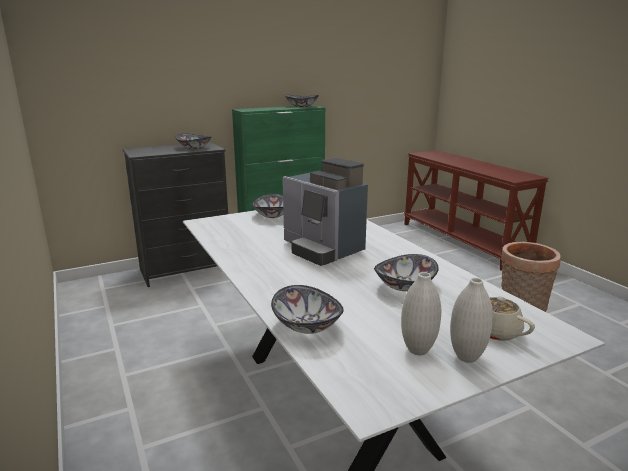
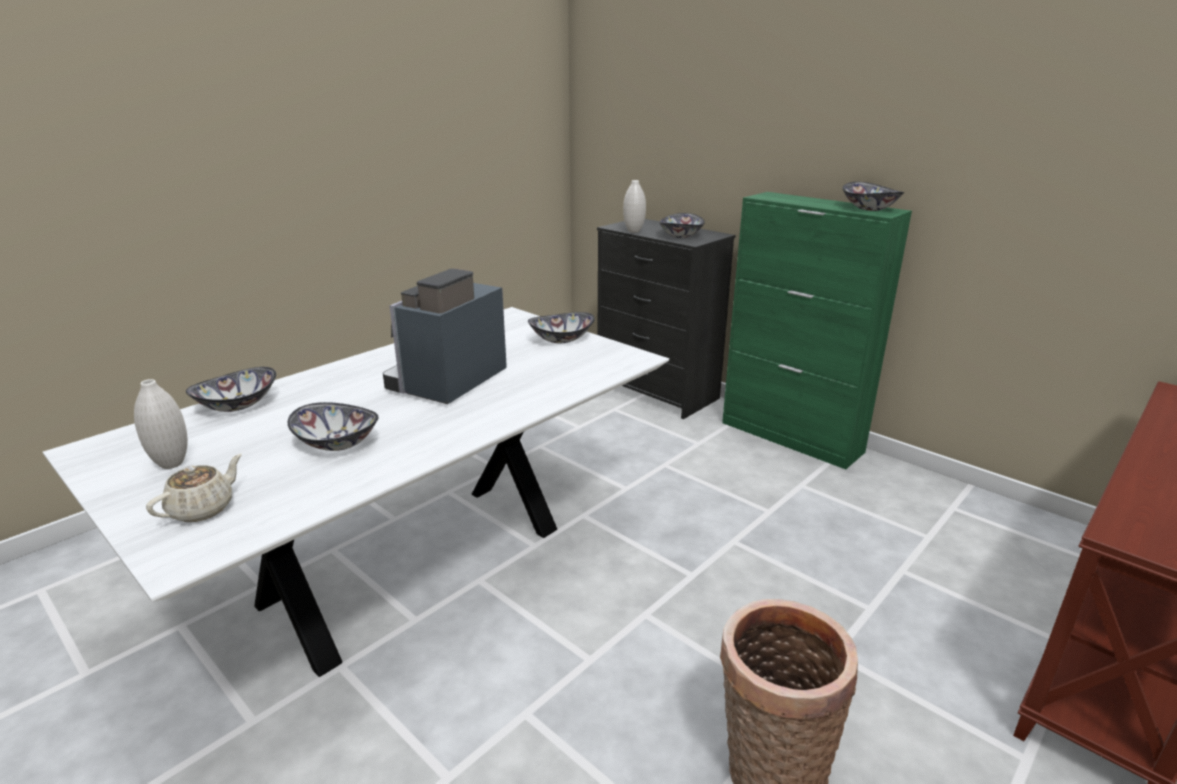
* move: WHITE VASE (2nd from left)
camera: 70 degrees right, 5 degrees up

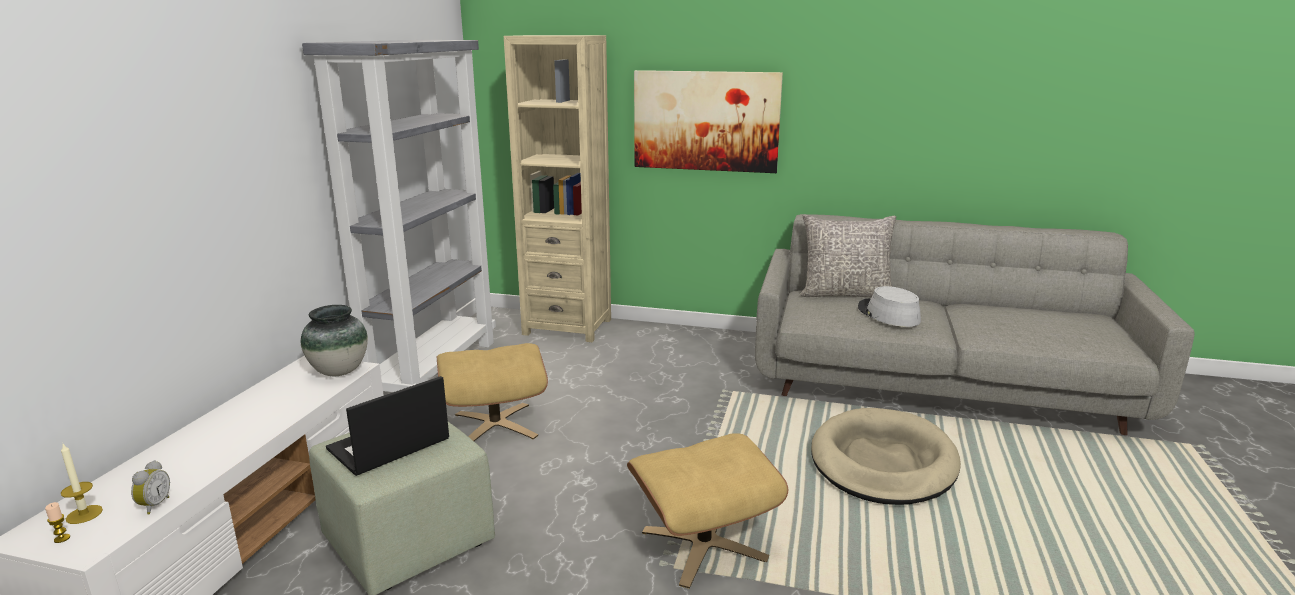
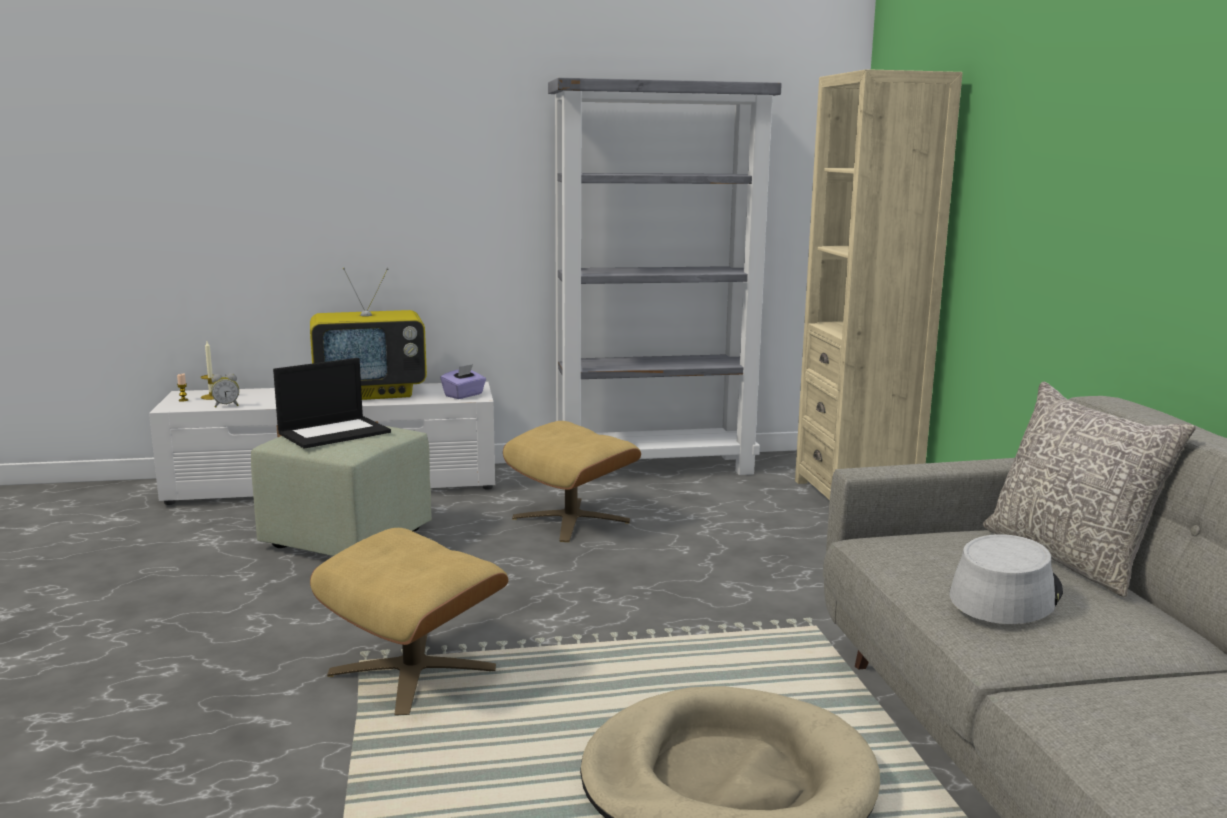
* delete: WALL ART
* insert: TV SET
* replace: VASE to PURPLE-COLOURED TISSUE BOX
* rotate: NOTEBOOK COMPUTER 120 degrees clockwise
camera: 65 degrees right, 5 degrees down

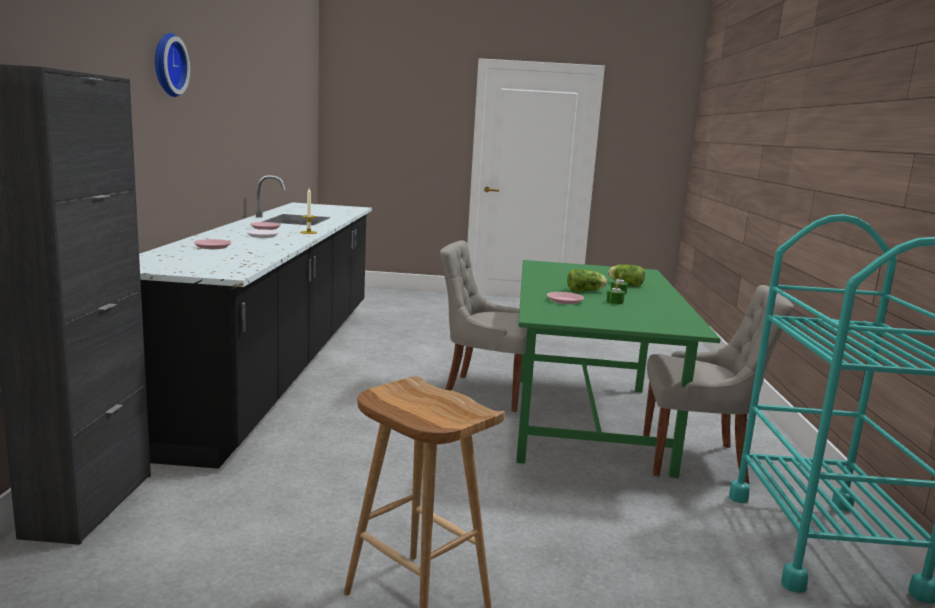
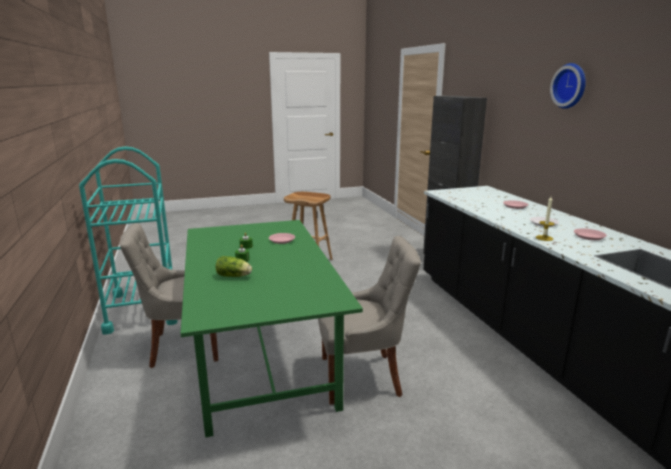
* delete: LETTUCE (1st from left)
camera: 160 degrees right, 5 degrees up

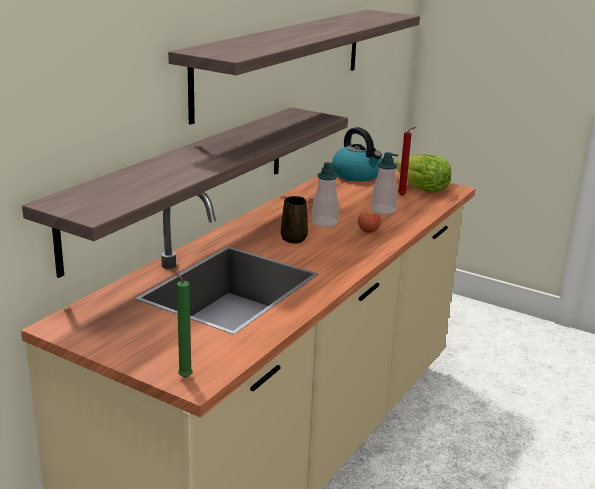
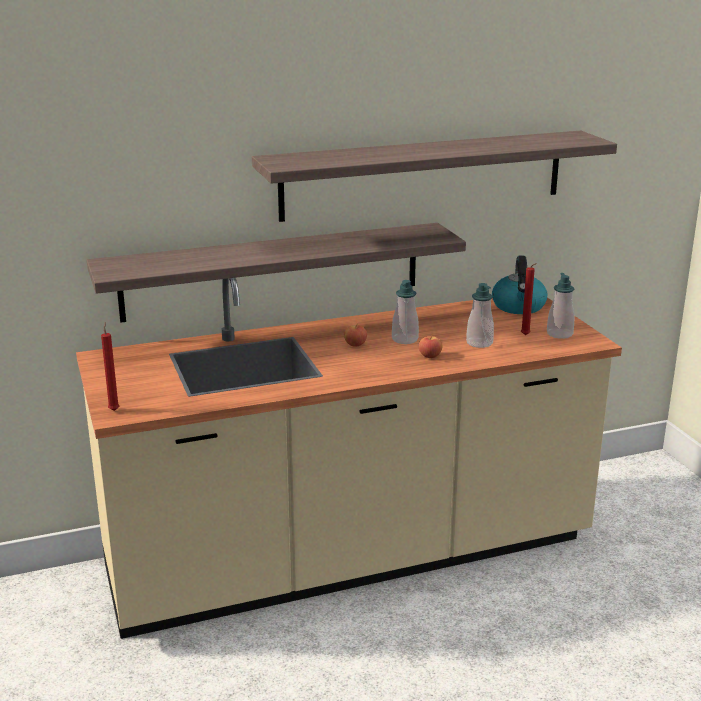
* replace: BROWN COFFEE MUG to WHOLE APPLE (1st from left)
* replace: LETTUCE to SOAP DISPENSER (3rd from left)
* recolor: GREENISH WAX CANDLE to RED WAX CANDLE (1st from left)
camera: 40 degrees right, 0 degrees up

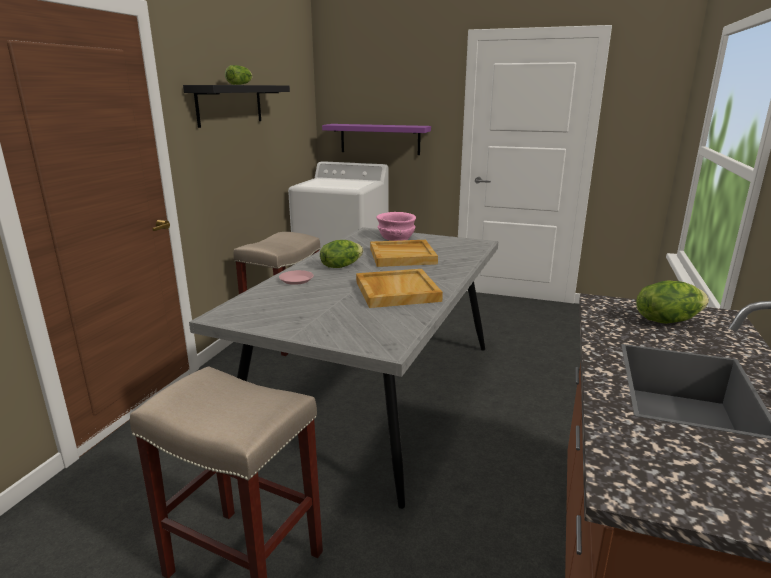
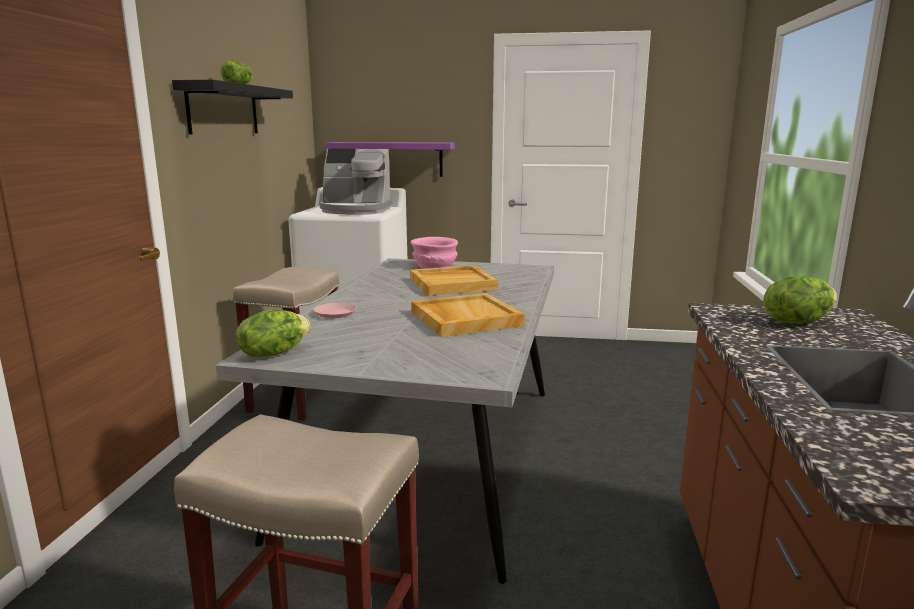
* insert: COFFEE MACHINE
* move: LETTUCE (2nd from left)
camera: 10 degrees left, 5 degrees down

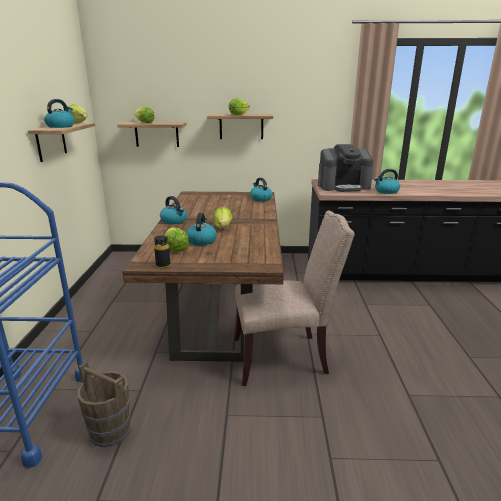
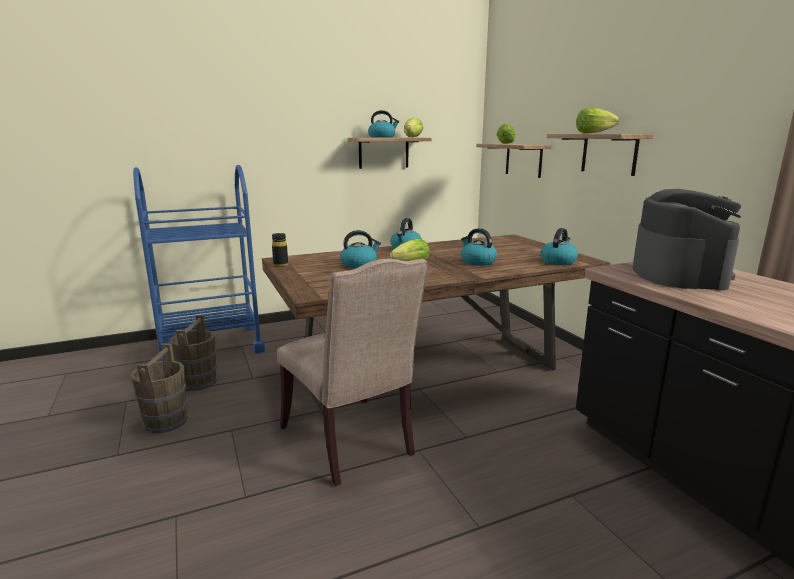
* delete: LETTUCE (3rd from left)
* insert: BROWN PAIL (1st from left)
* move: TEA KETTLE (5th from left in the first image) to TEA KETTLE (4th from left)
* rotate: COFFEE MACHINE 135 degrees counterclockwise
camera: 65 degrees right, 5 degrees down

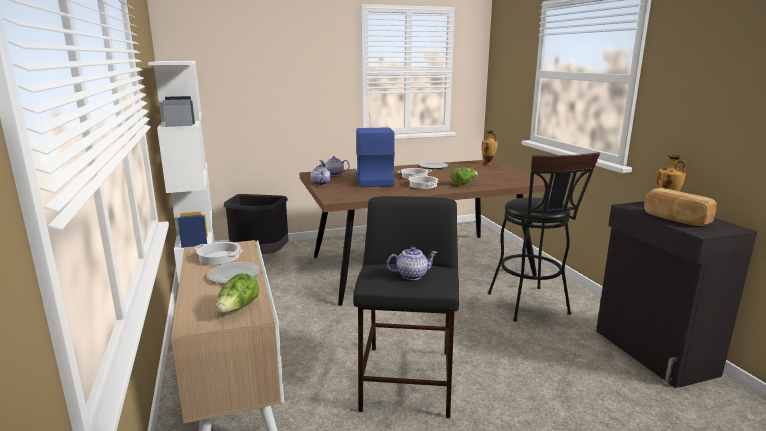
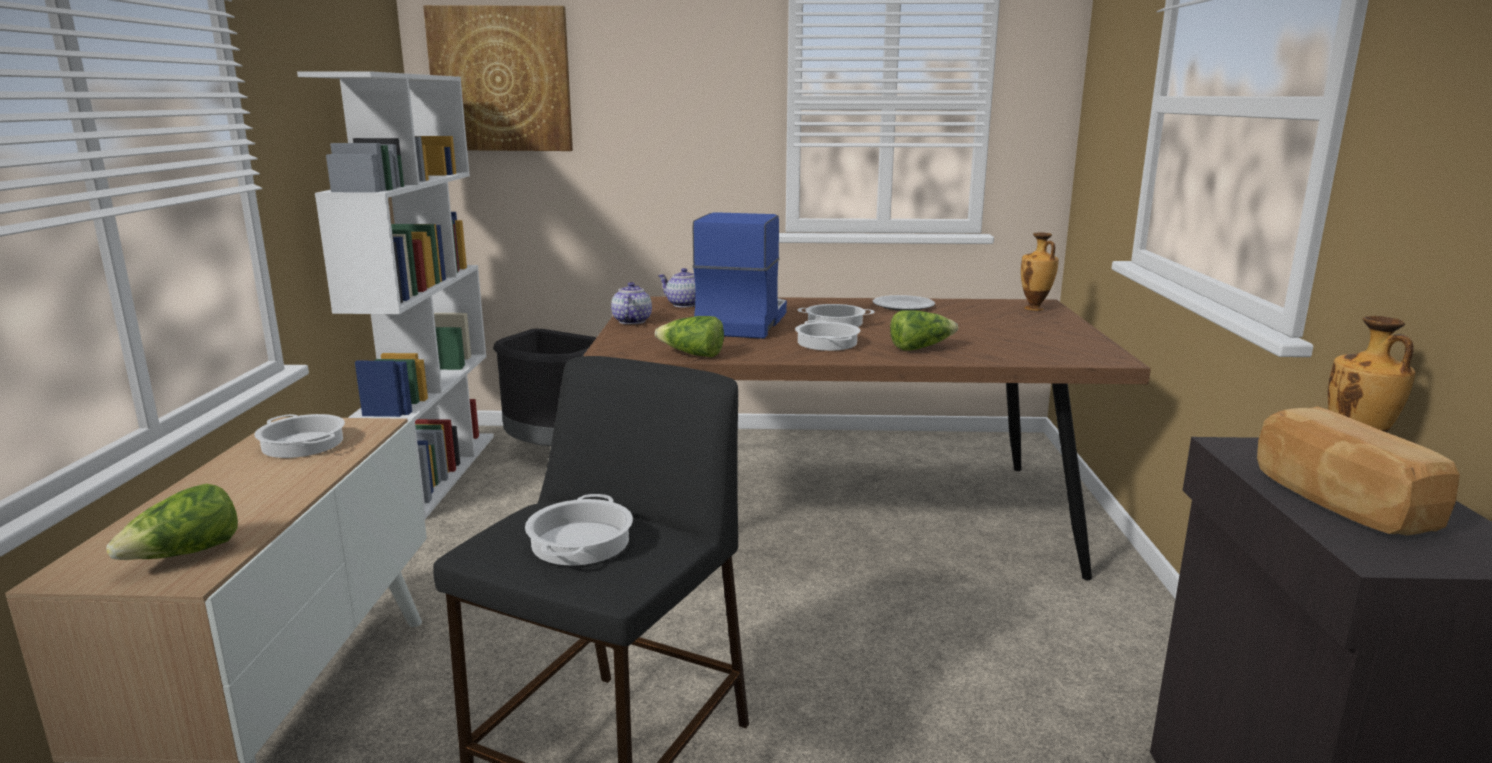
* delete: FLAT DISH (1st from left)
* delete: BLACKISH STOOL SEAT (2nd from left)
* insert: WALL ART
* insert: LETTUCE (2nd from left)
* replace: TEA POT (3rd from left) to COOKING POT (2nd from left)
camera: 20 degrees right, 0 degrees up

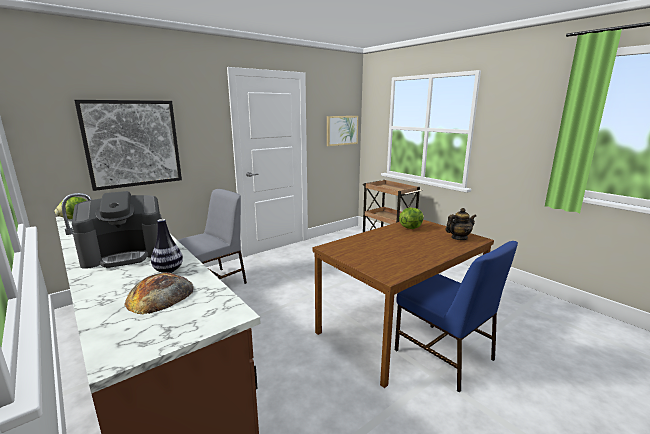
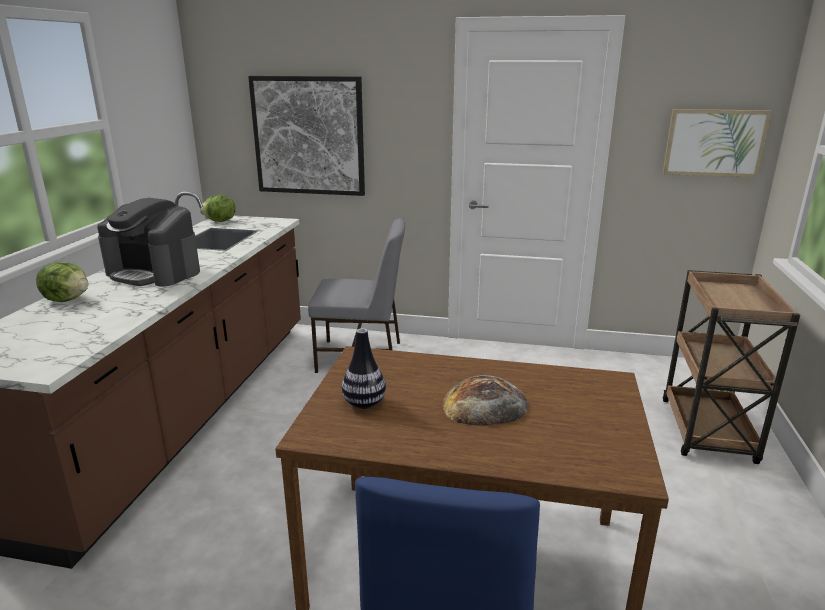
* delete: TEA POT
* move: BAKED BREAD
* move: VASE
* move: LETTUCE (2nd from left in the first image) to LETTUCE (1st from left)
camera: 50 degrees right, 5 degrees up

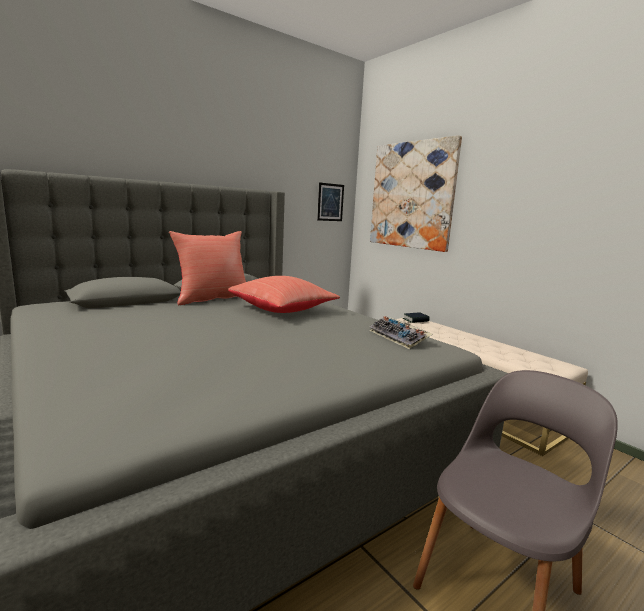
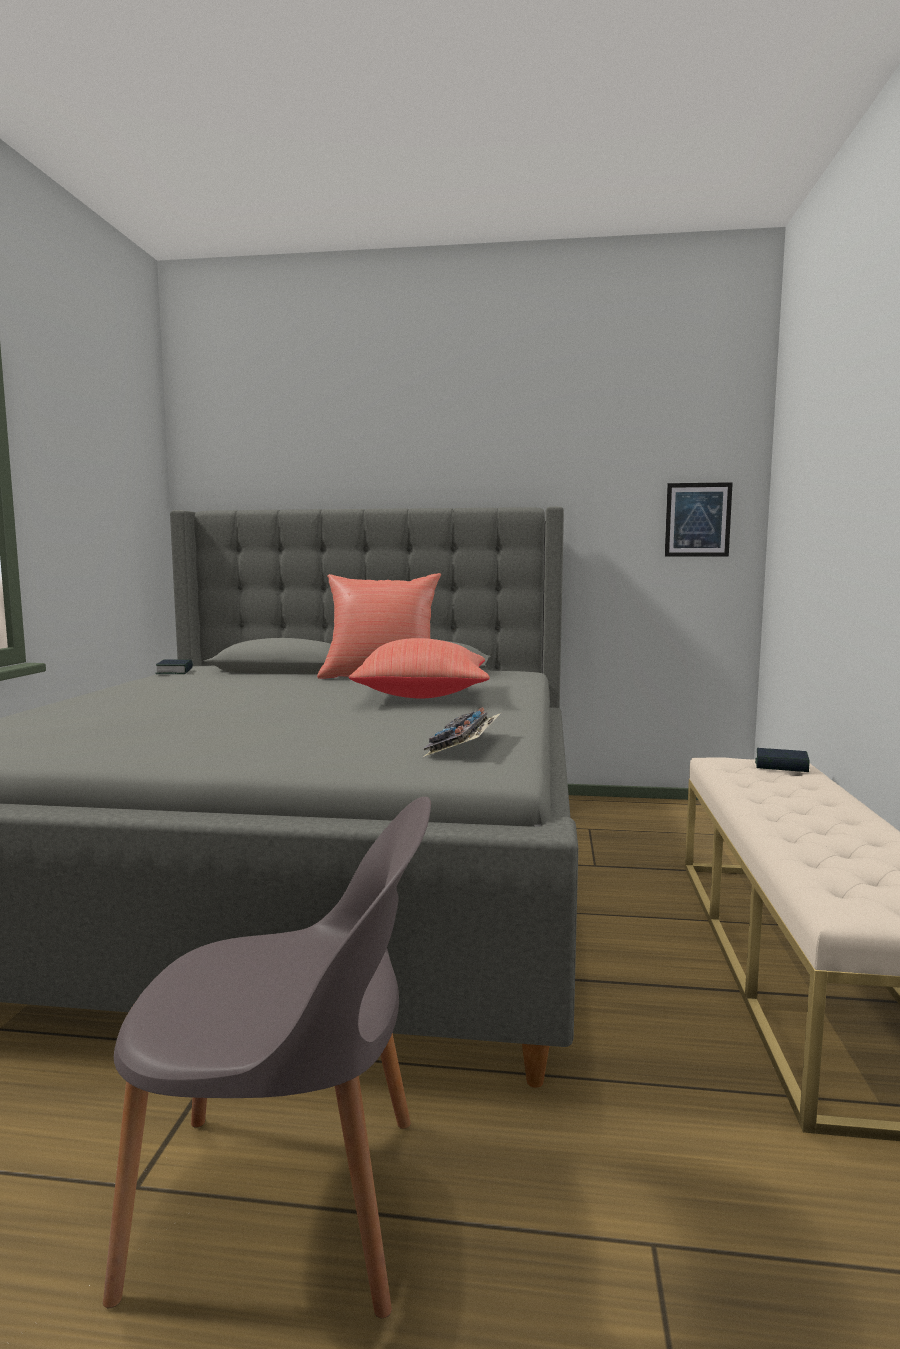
* delete: WALL ART (2nd from left)
* insert: BOUND BOOK (1st from left)
camera: 45 degrees right, 5 degrees down

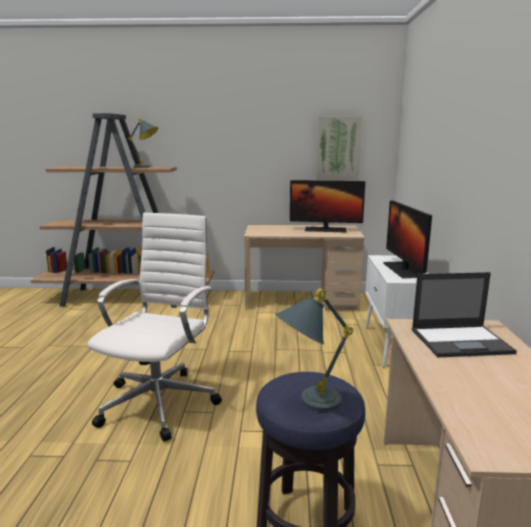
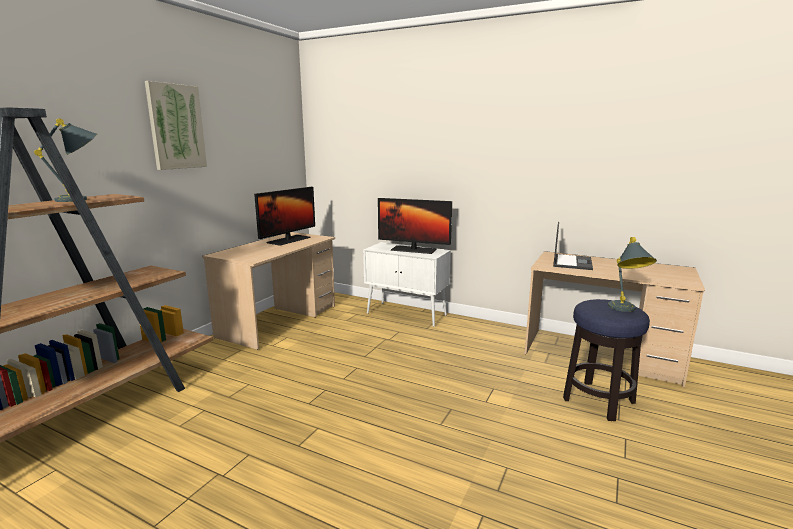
* delete: WHITE DESK CHAIR
* move: WALL ART
camera: 65 degrees left, 0 degrees up

